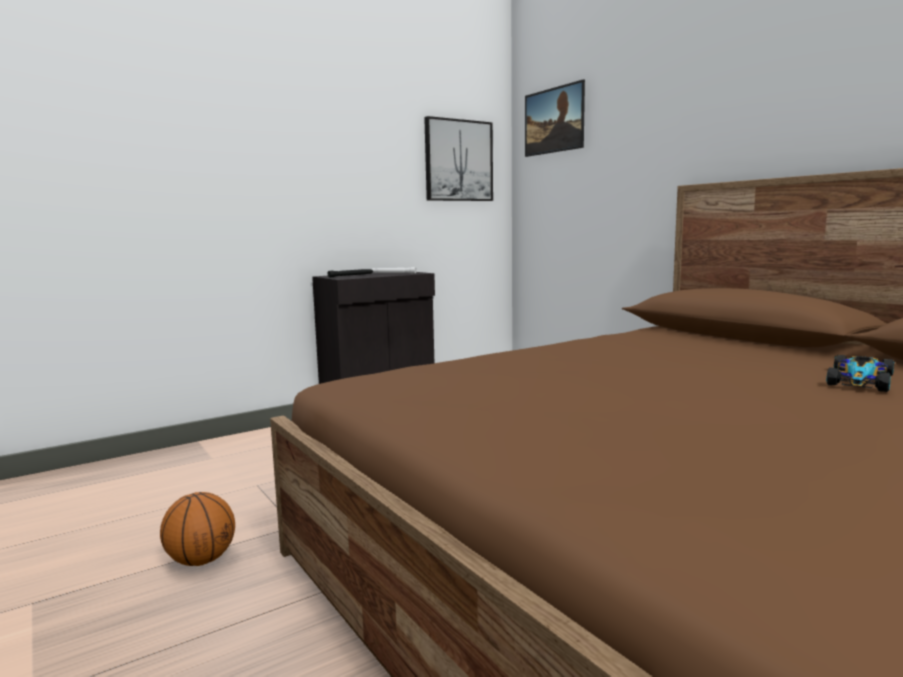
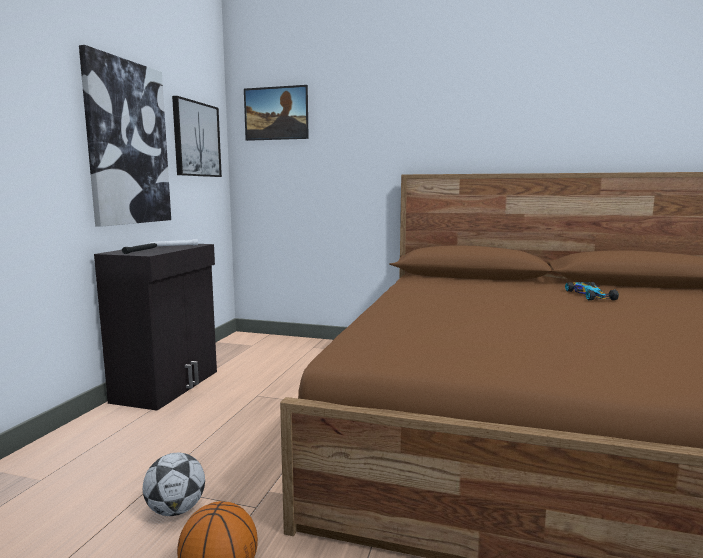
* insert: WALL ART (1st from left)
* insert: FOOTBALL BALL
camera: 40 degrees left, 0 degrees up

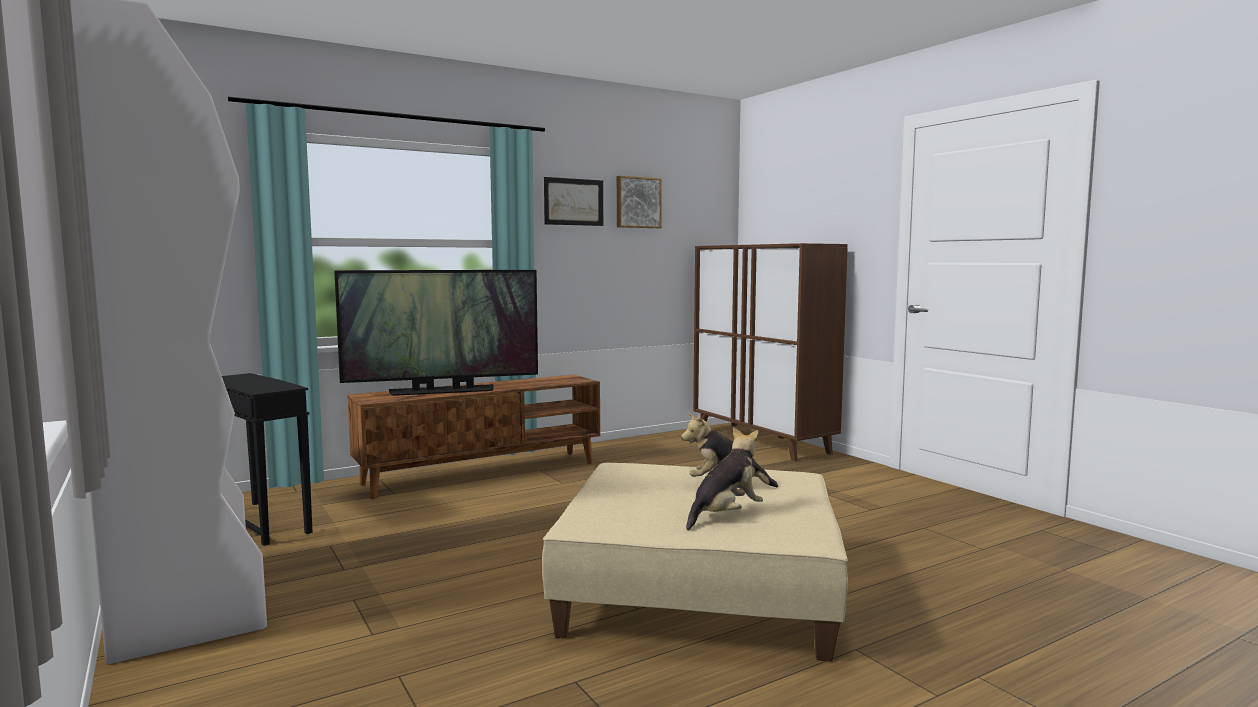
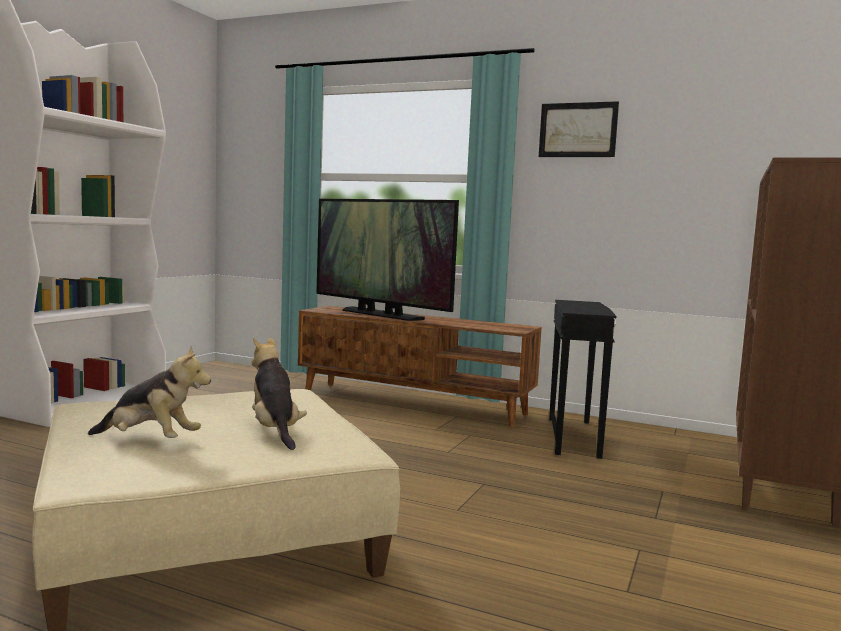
* delete: WALL ART (2nd from left)
* move: BLACKISH SIDE TABLE
camera: 55 degrees right, 0 degrees up

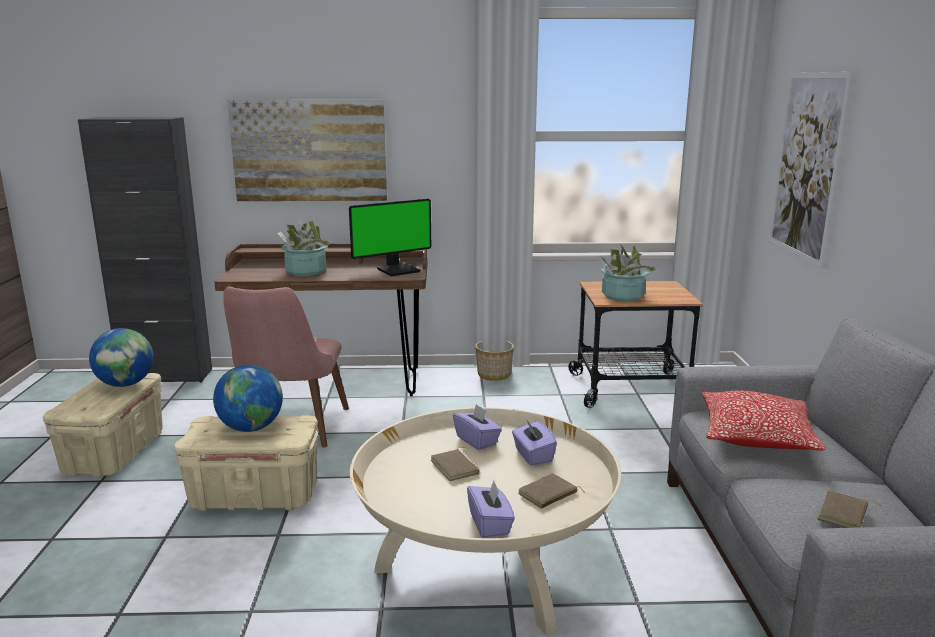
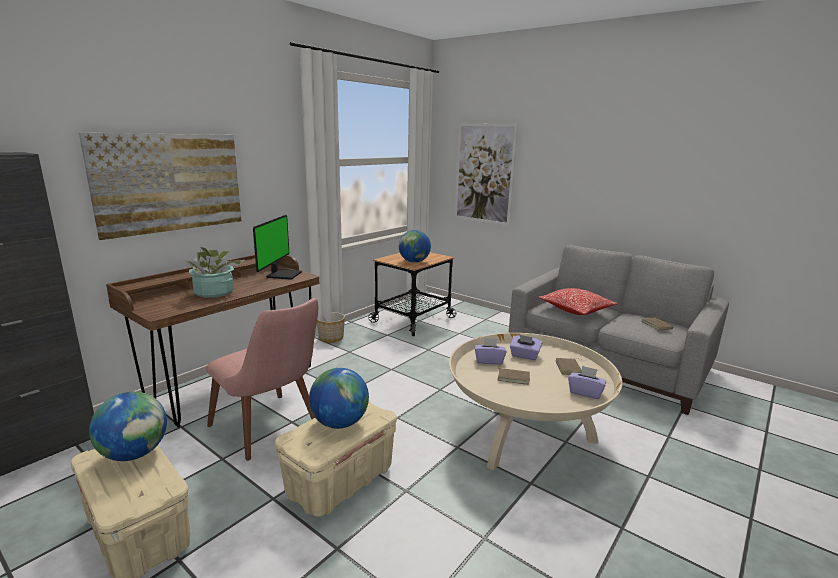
* replace: PLANT IN A POT (2nd from left) to DESK GLOBE (3rd from left)
camera: 50 degrees left, 0 degrees up

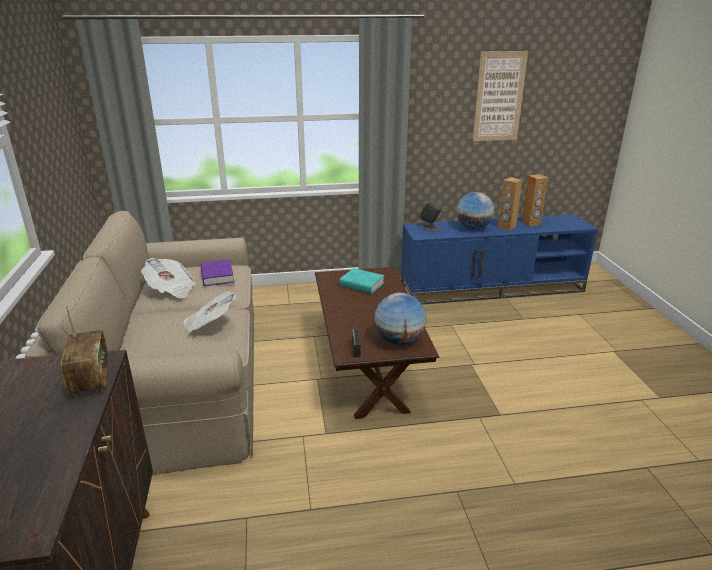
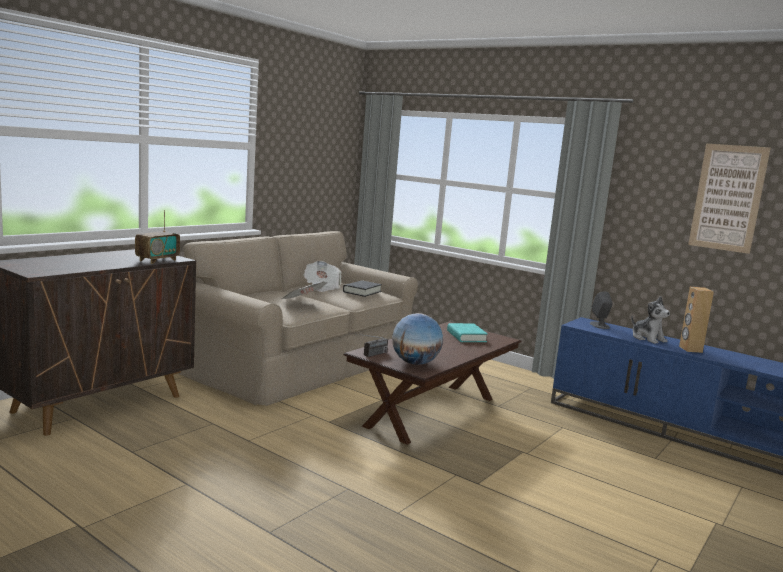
* delete: BROWN AUDIO SPEAKER (2nd from left)
* replace: DESK GLOBE (2nd from left) to CUDDLY TOY
* recolor: PURPLE-COLOURED BOUND BOOK to BLACKISH BOUND BOOK
camera: 45 degrees right, 15 degrees down

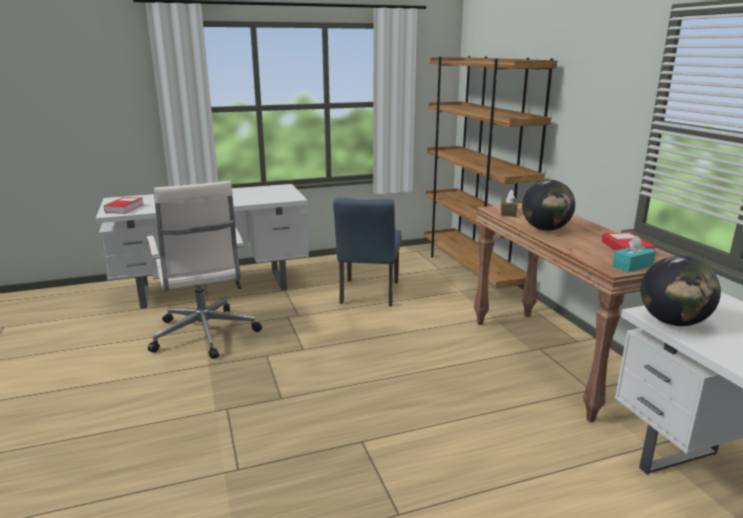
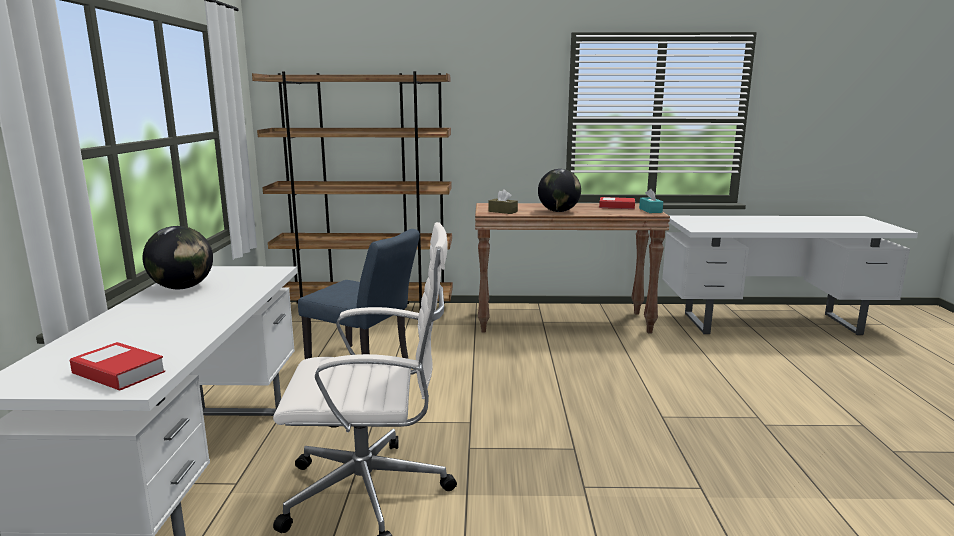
* move: DESK GLOBE (2nd from left in the first image) to DESK GLOBE (1st from left)
camera: 70 degrees left, 5 degrees down

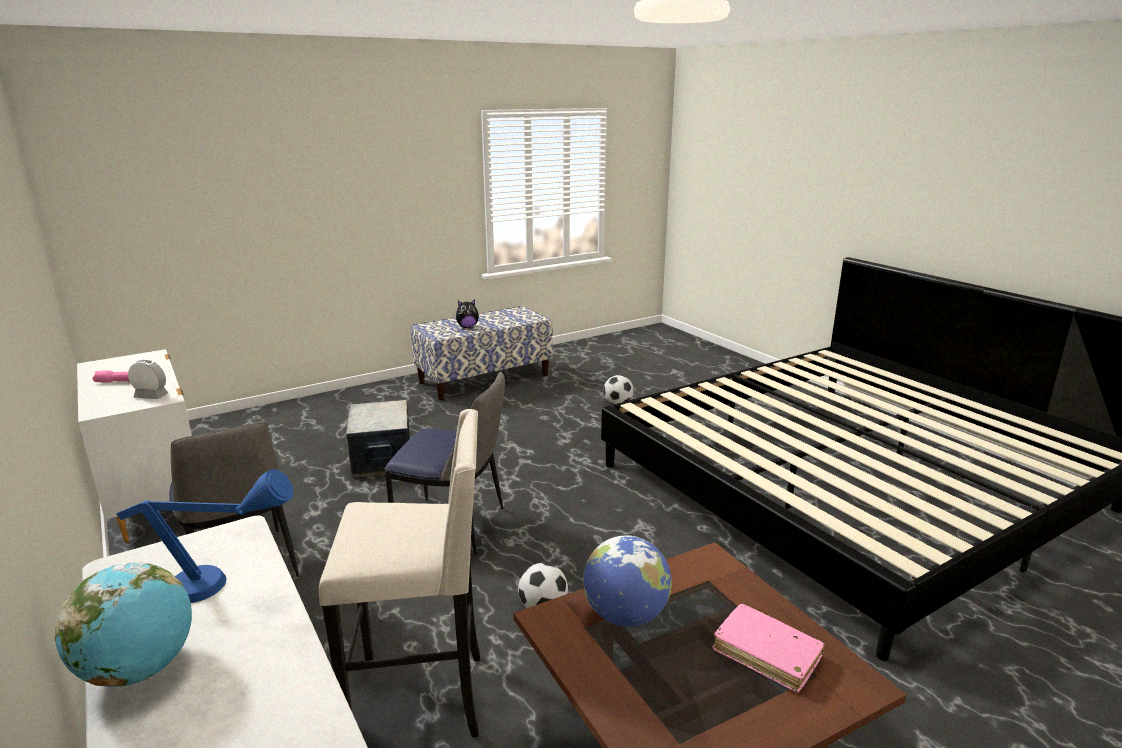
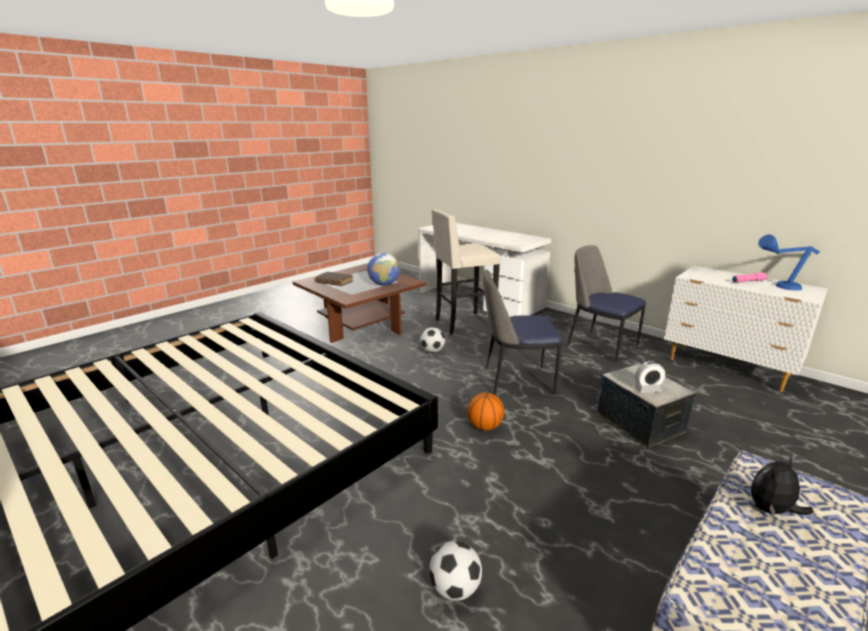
* delete: DESK GLOBE (1st from left)
* insert: BALL FOR BASKETBALL
* move: BLUE-COLOURED TABLETOP LAMP
* move: TABLE CLOCK
* recolor: PINK-COLOURED BOUND BOOK to BROWN BOUND BOOK
camera: 165 degrees right, 0 degrees up

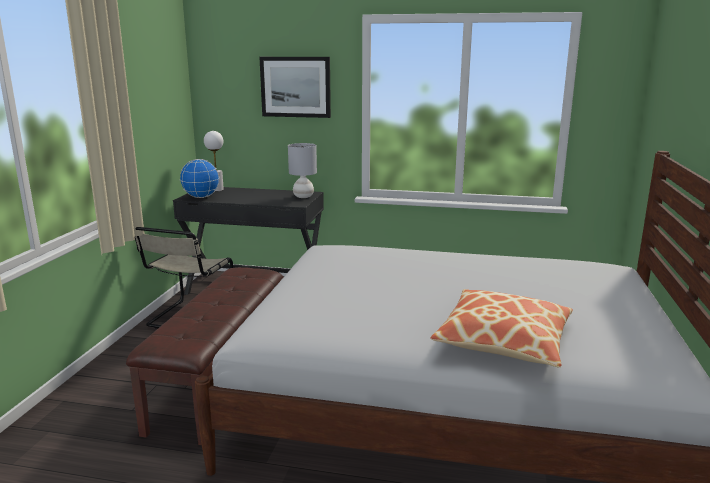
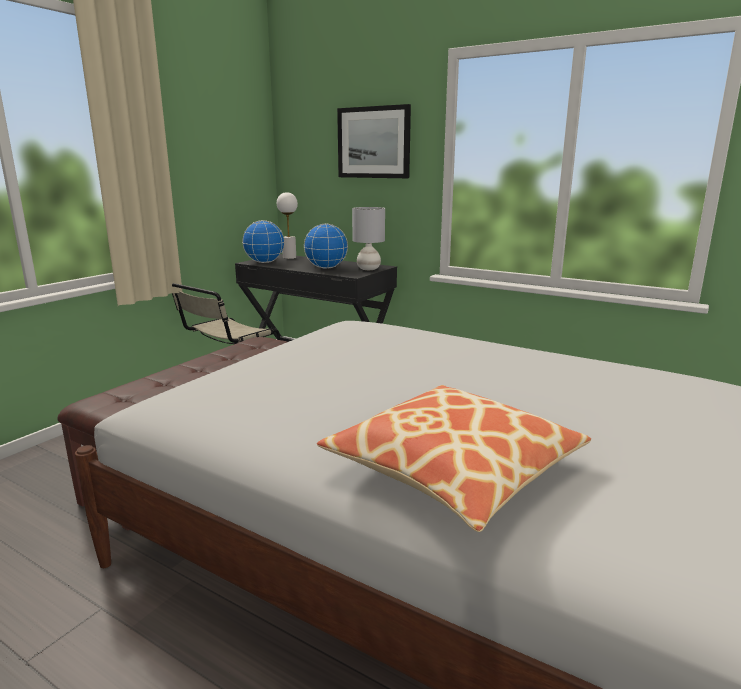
* insert: DESK GLOBE (2nd from left)
camera: 20 degrees right, 0 degrees up

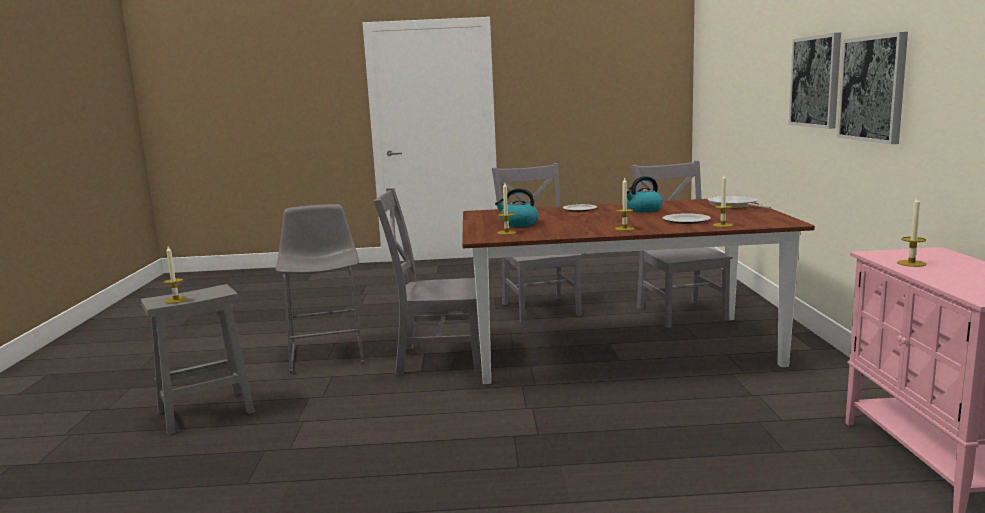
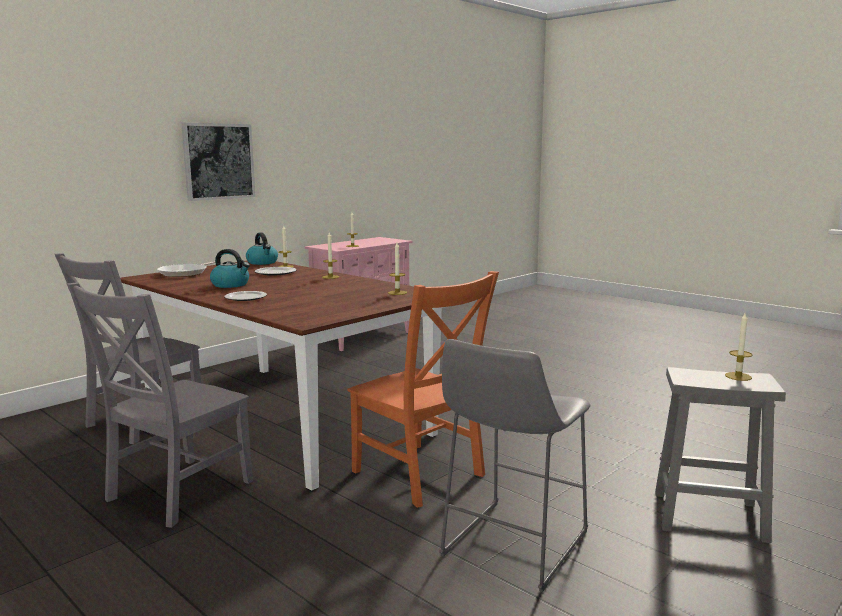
* delete: WALL ART (1st from left)
* move: TEA KETTLE (1st from left in the first image) to TEA KETTLE (2nd from left)
* recolor: GREY UPRIGHT CHAIR (1st from left) to ORANGEY UPRIGHT CHAIR
camera: 135 degrees left, 0 degrees up

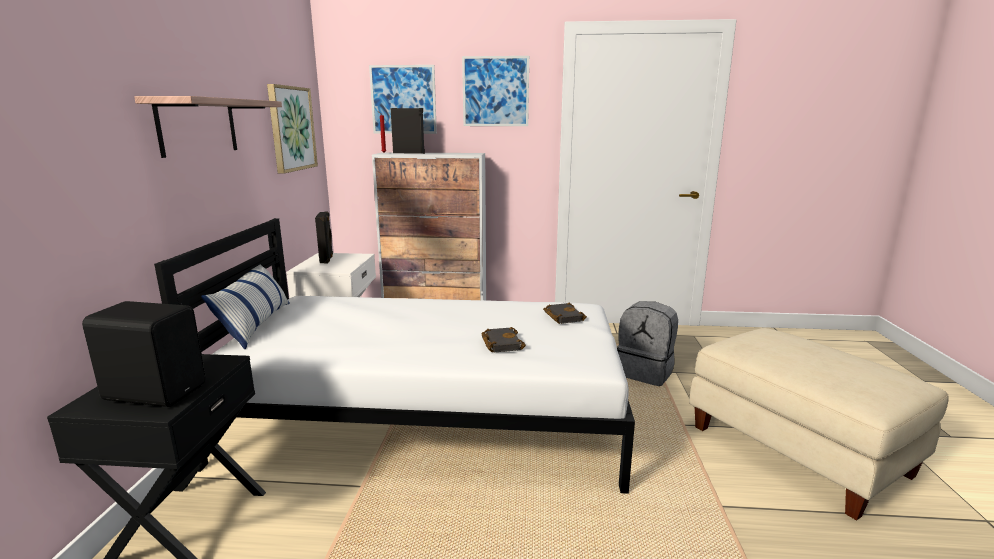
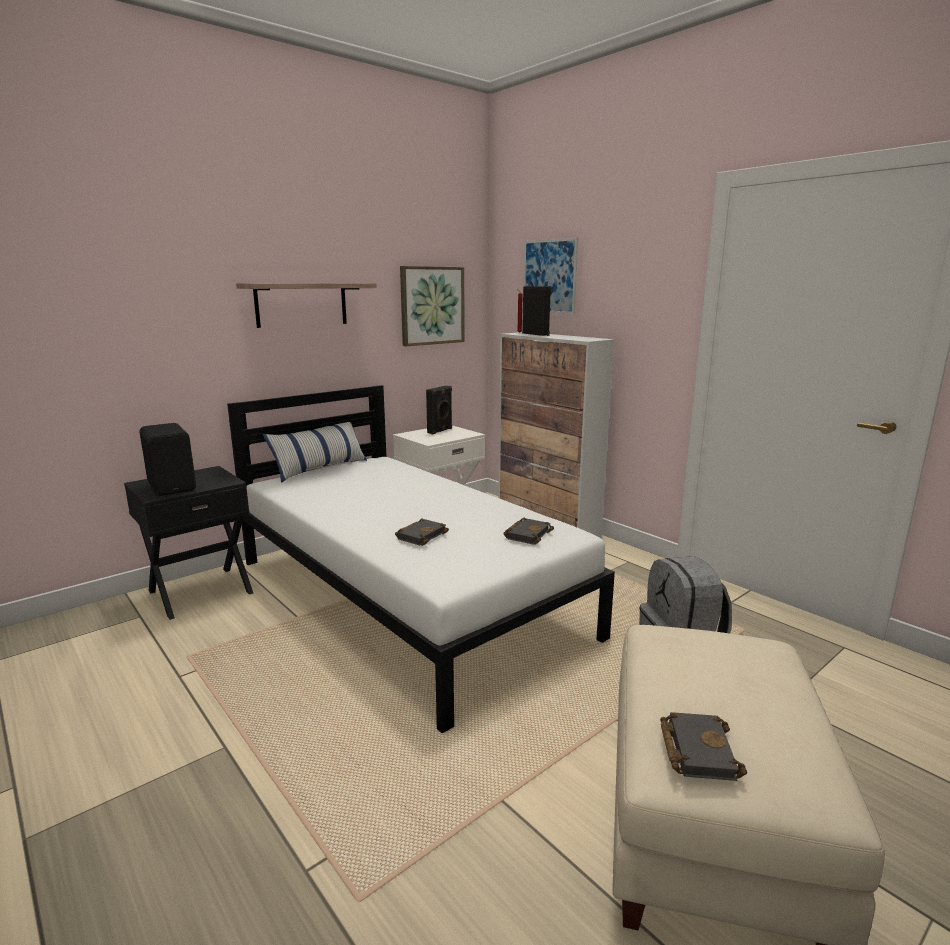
* delete: WALL ART (3rd from left)
* insert: BLACKISH BOUND BOOK (3rd from left)
camera: 45 degrees right, 0 degrees up

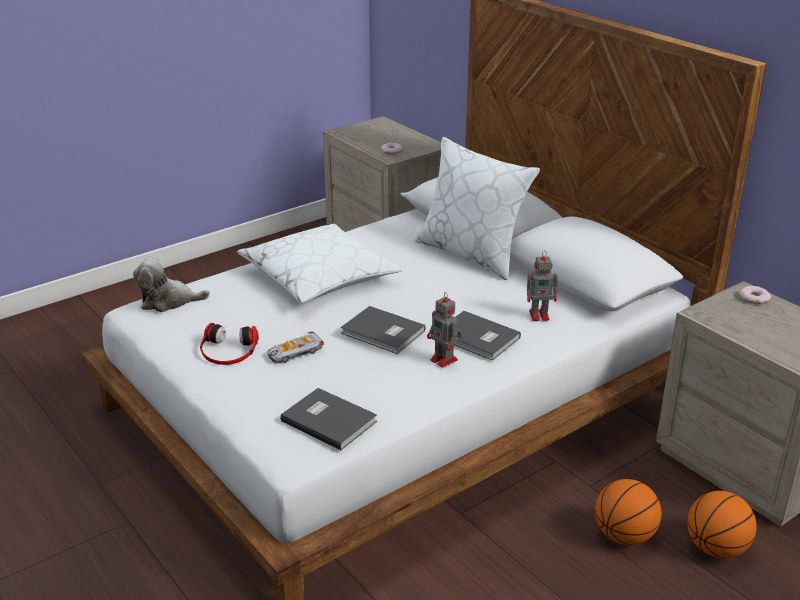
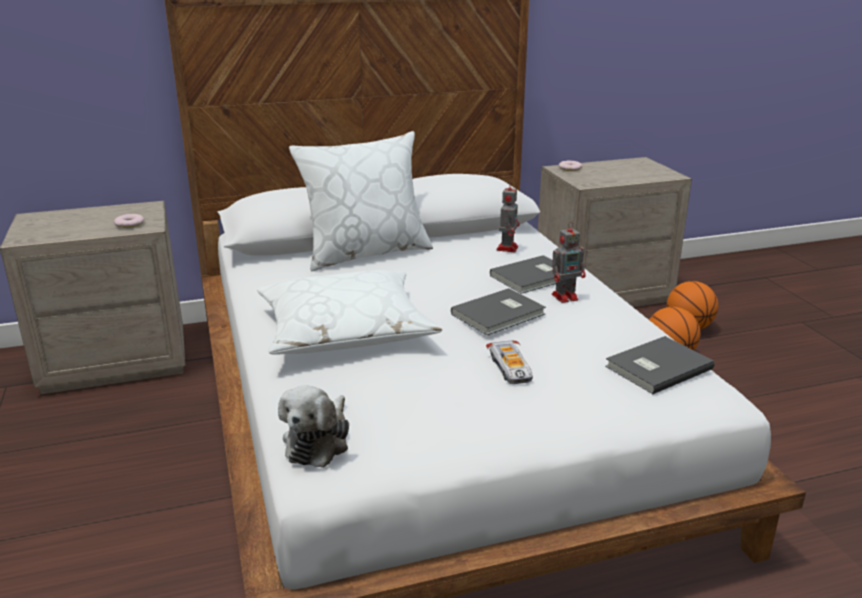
* delete: HEADPHONES
camera: 70 degrees left, 5 degrees down

